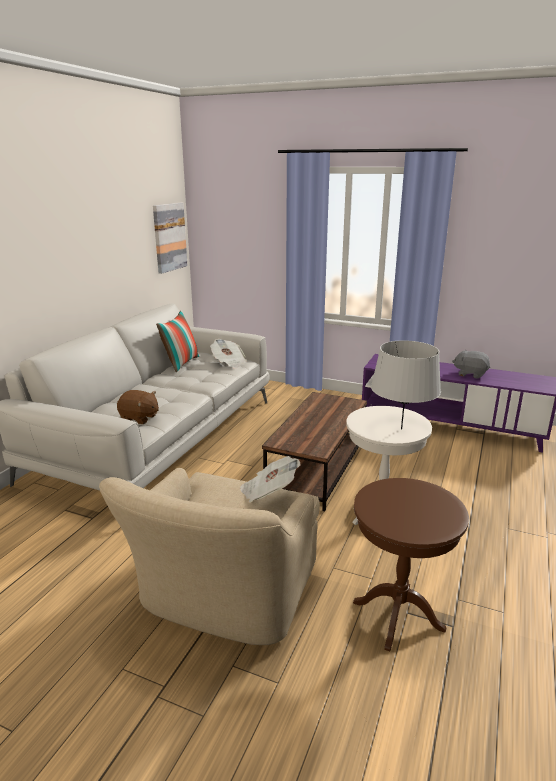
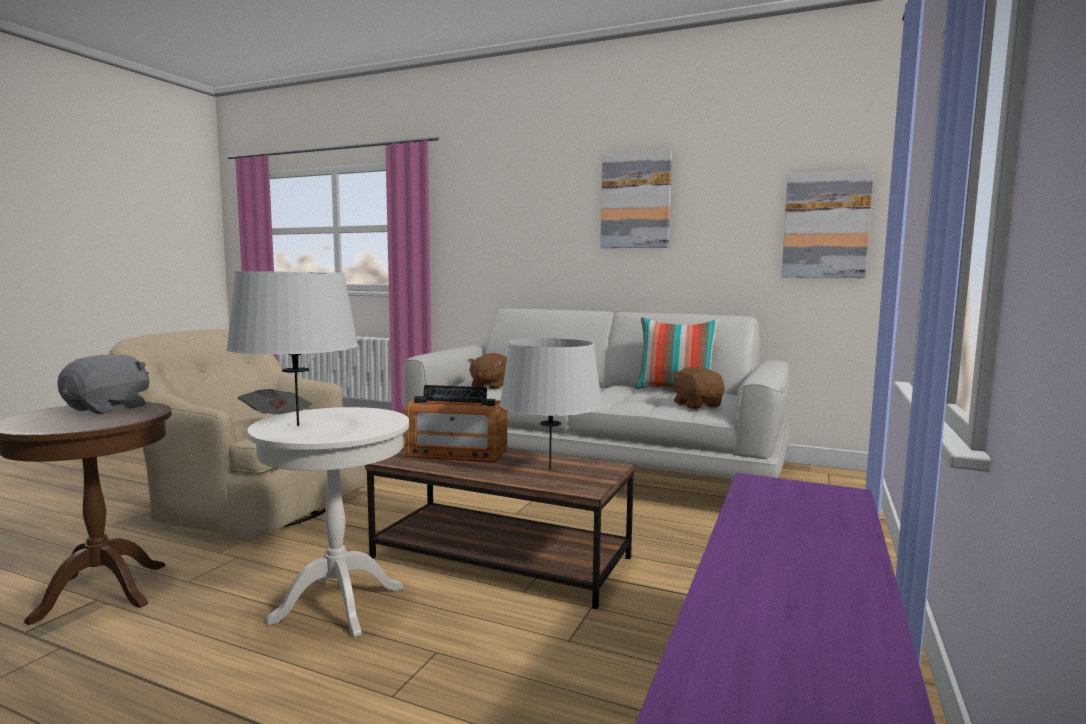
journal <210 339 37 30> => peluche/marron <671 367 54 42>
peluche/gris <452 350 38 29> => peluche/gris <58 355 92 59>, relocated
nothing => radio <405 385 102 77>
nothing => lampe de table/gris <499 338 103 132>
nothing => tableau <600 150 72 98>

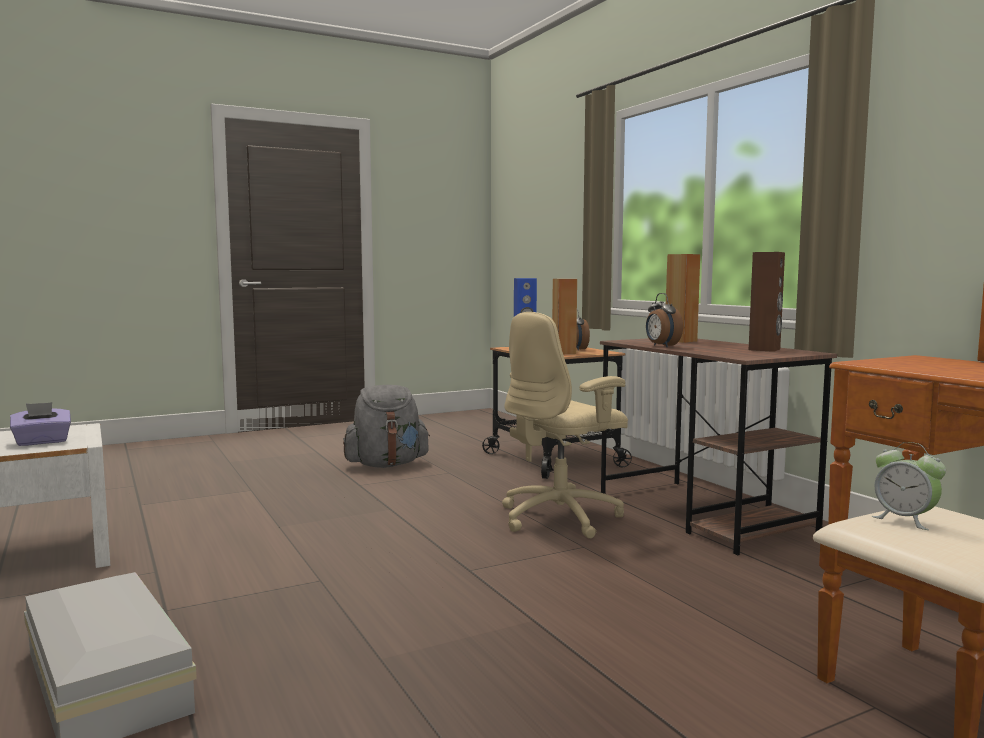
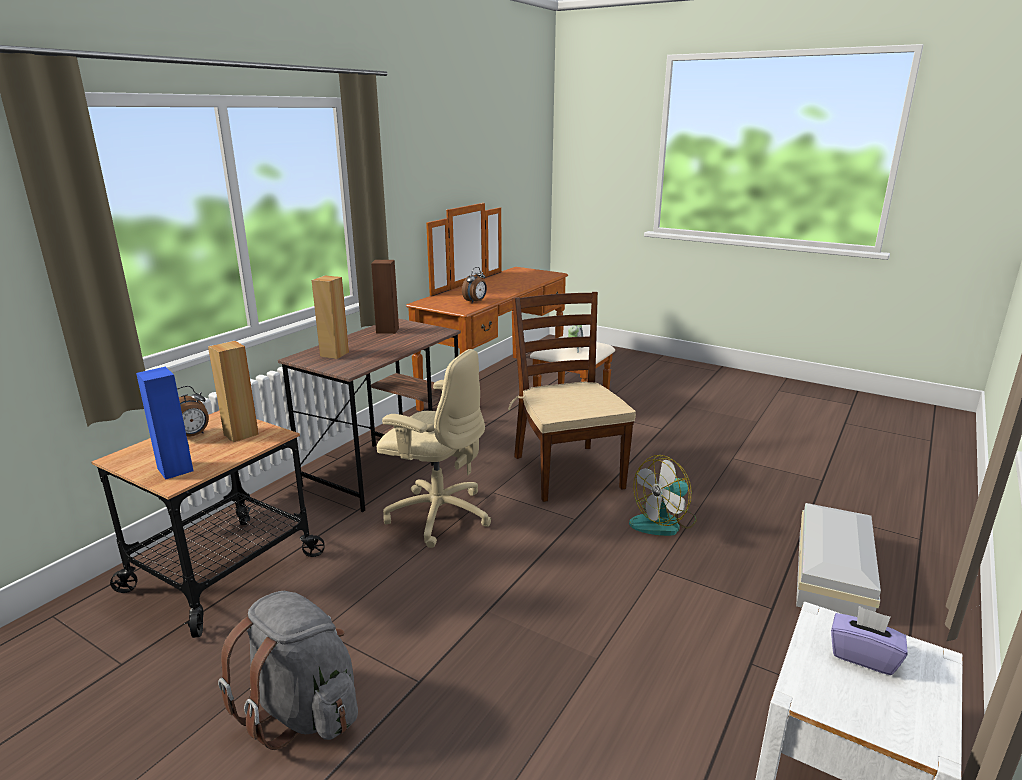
réveil <646 293 37 54> => réveil <462 267 25 36>, relocated
nothing => chaise/marron <508 292 128 210>
nothing => ventilateur <629 455 68 81>

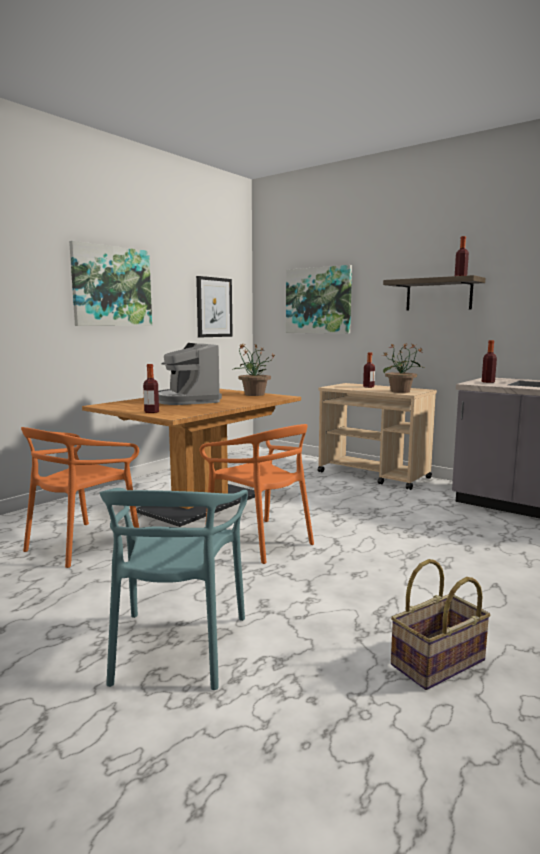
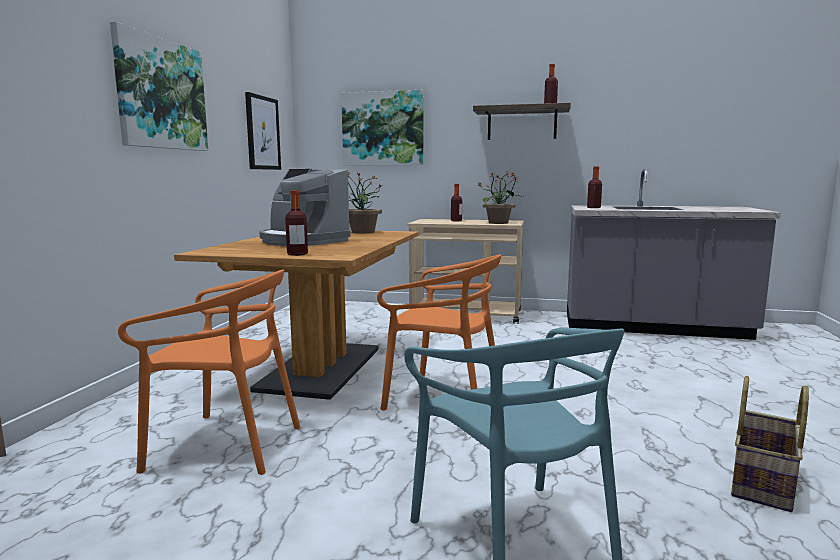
chaise/orange <21 427 118 141> => chaise/orange <118 269 182 206>, 90 degrees counterclockwise

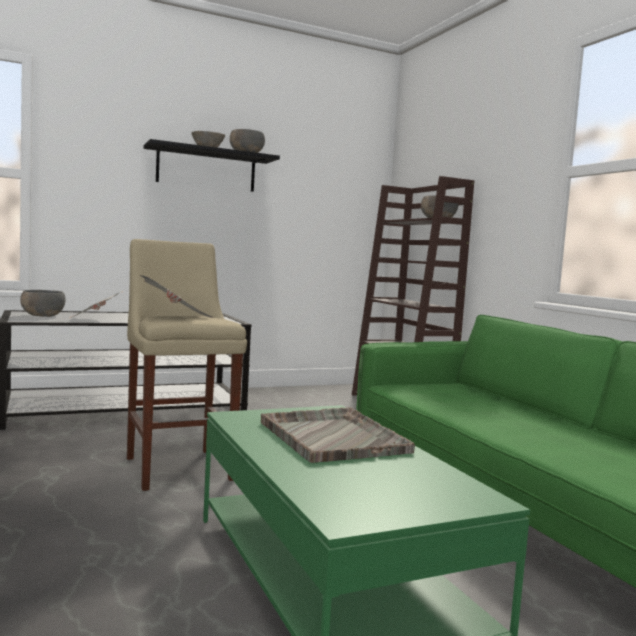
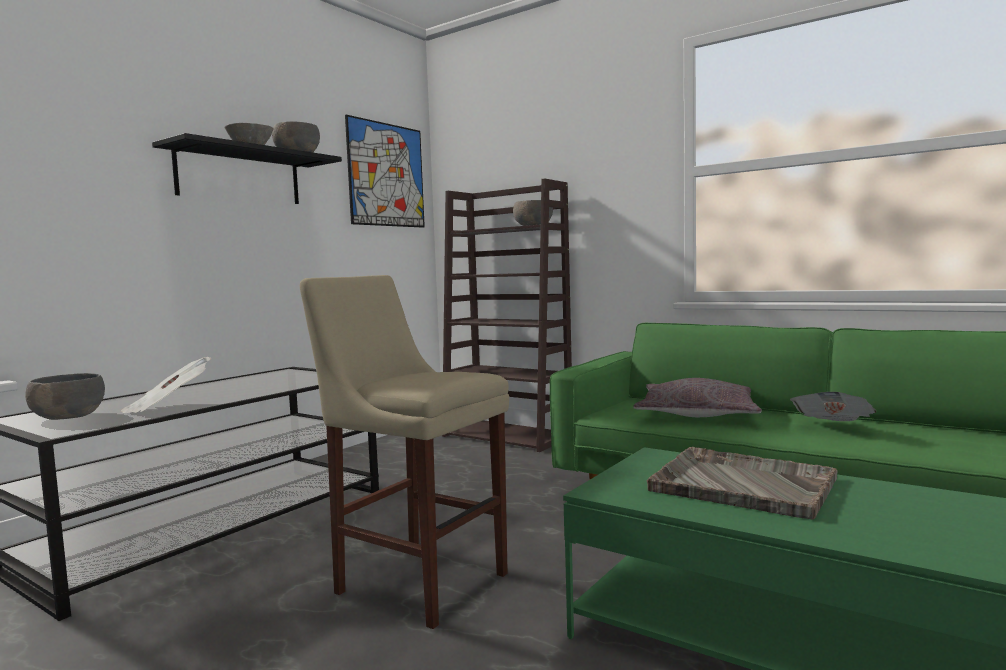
journal <140 275 74 43> => journal <790 392 87 29>, relocated
nothing => tableau <345 115 80 113>
nothing => coussin/gris <633 378 129 39>

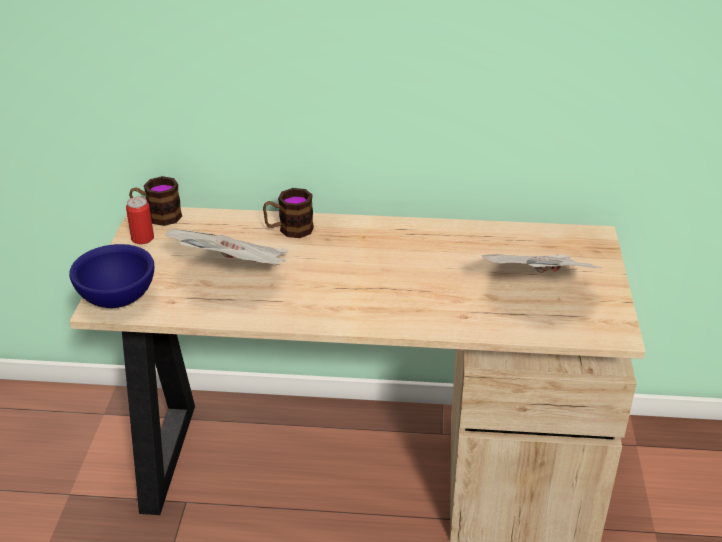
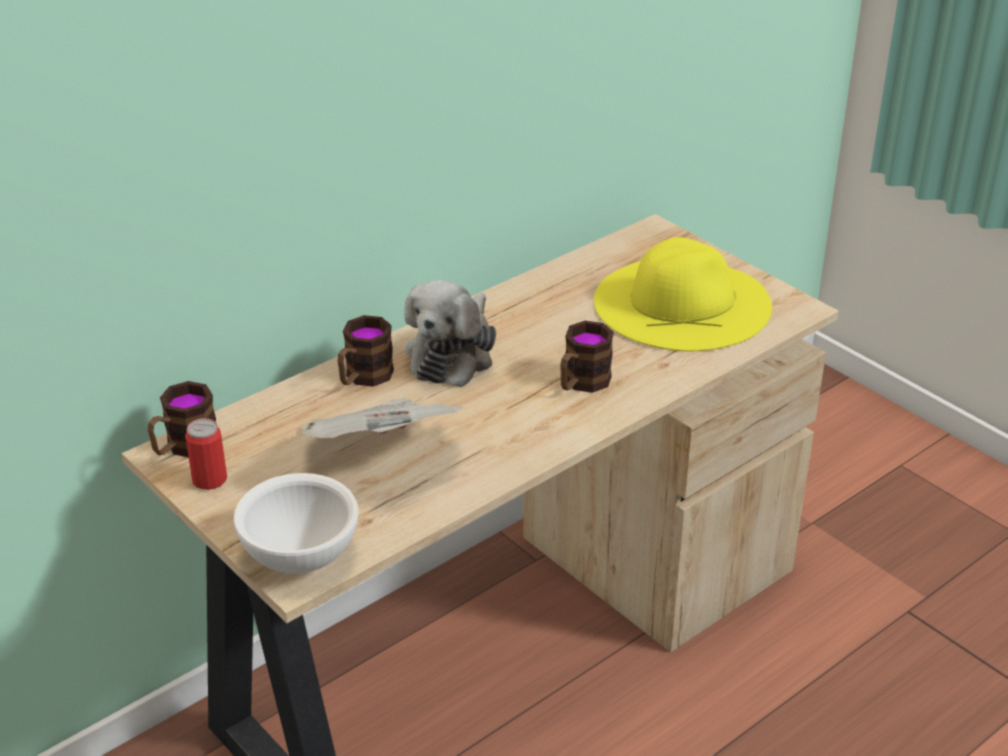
bol/bleu <69 244 85 64> => bol/blanc <233 473 125 101>
journal <482 254 119 19> => chapeau/jaune <594 237 178 114>
nothing => peluche <404 280 92 107>
nothing => mug <560 321 54 72>

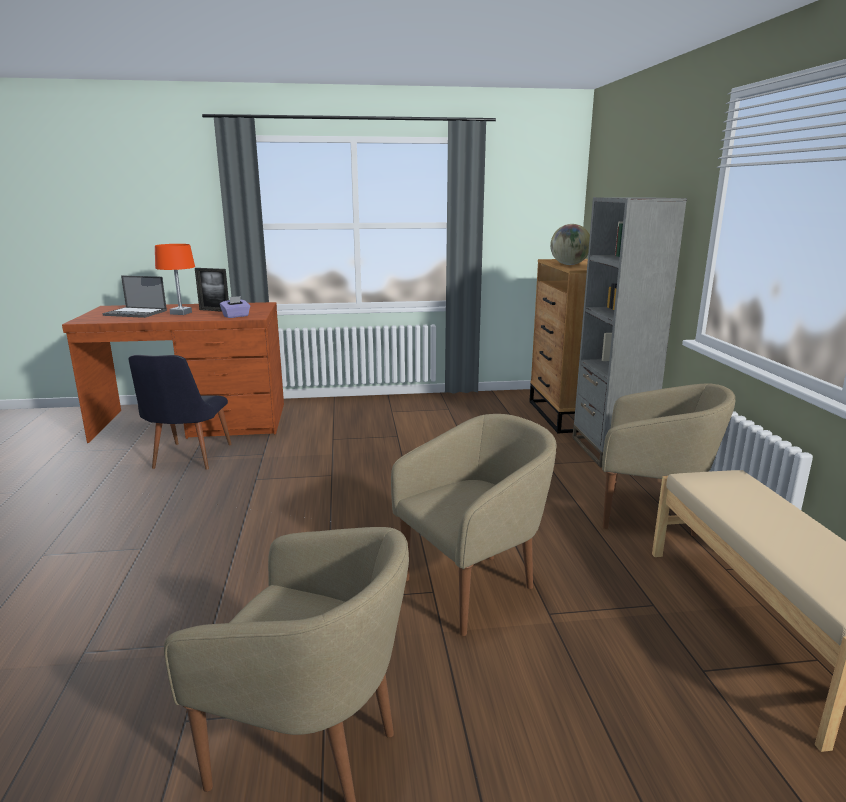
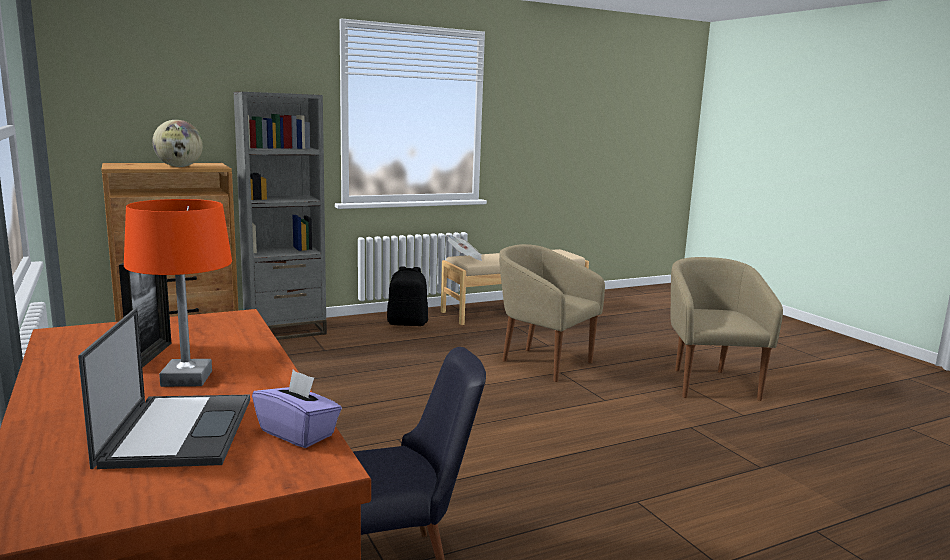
boîte à mouchoirs/violet <220 296 30 22> => boîte à mouchoirs/violet <252 370 90 78>, relocated
fauteuil/beige <602 384 133 153> => sac à dos/noir <387 266 41 60>
nothing => journal <447 235 35 26>

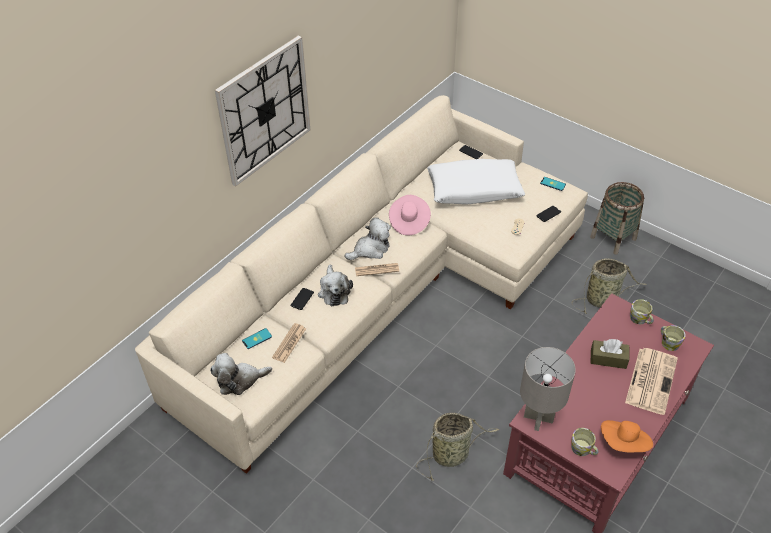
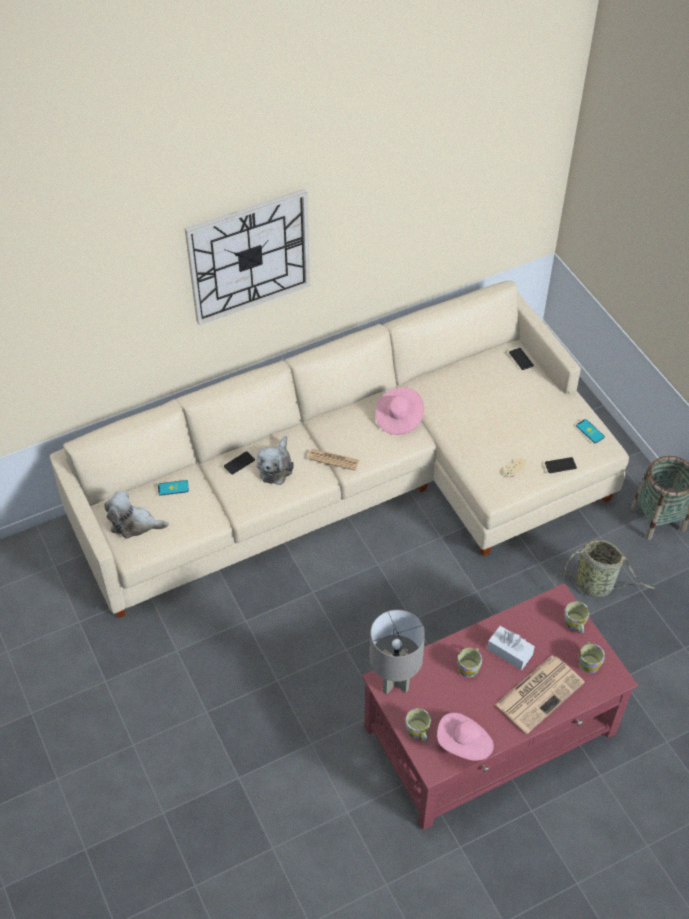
journal <272 323 34 40> => nothing
peluche <344 217 47 43> => nothing
panier <416 413 83 68> => nothing
coussin/blanc <427 159 98 46> => nothing
boîte à mouchoirs/marron <590 339 39 30> => boîte à mouchoirs/blanc <487 626 48 44>
chapeau/orange <601 420 52 32> => chapeau/rose <437 713 57 48>
nothing => mug <457 648 25 30>

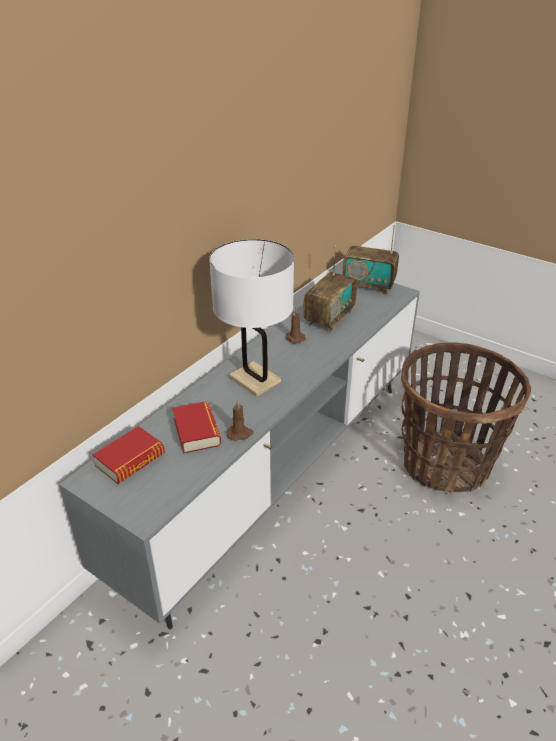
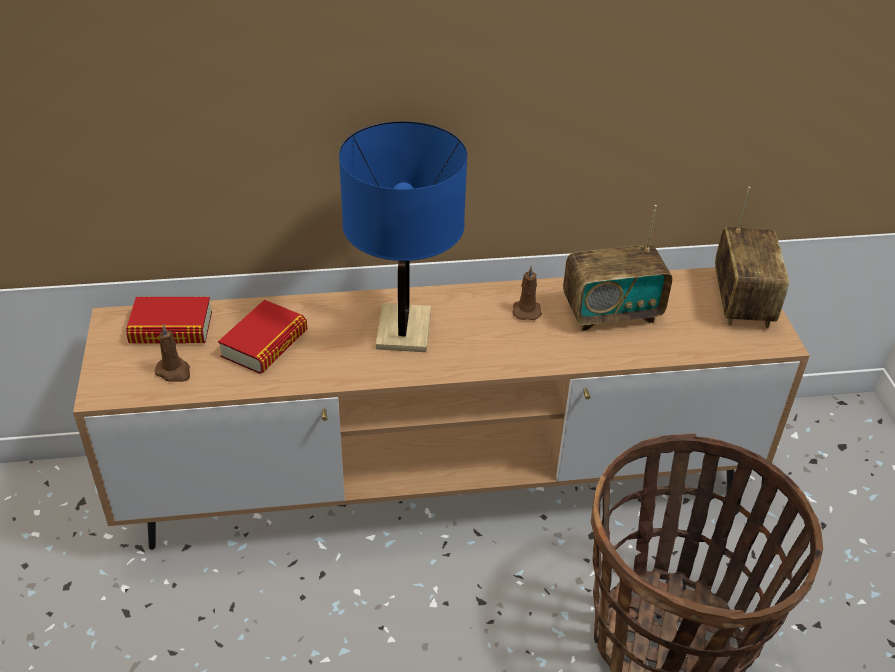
meuble télé/gris <59 283 361 346> => meuble télé/marron <73 267 737 283>
lampe de table/blanc <209 239 85 158> => lampe de table/bleu <339 121 128 231>
bougie/marron <226 400 28 41> => bougie/marron <154 324 36 58>, relocated
radio <342 225 57 70> => radio <715 187 74 141>, 150 degrees counterclockwise

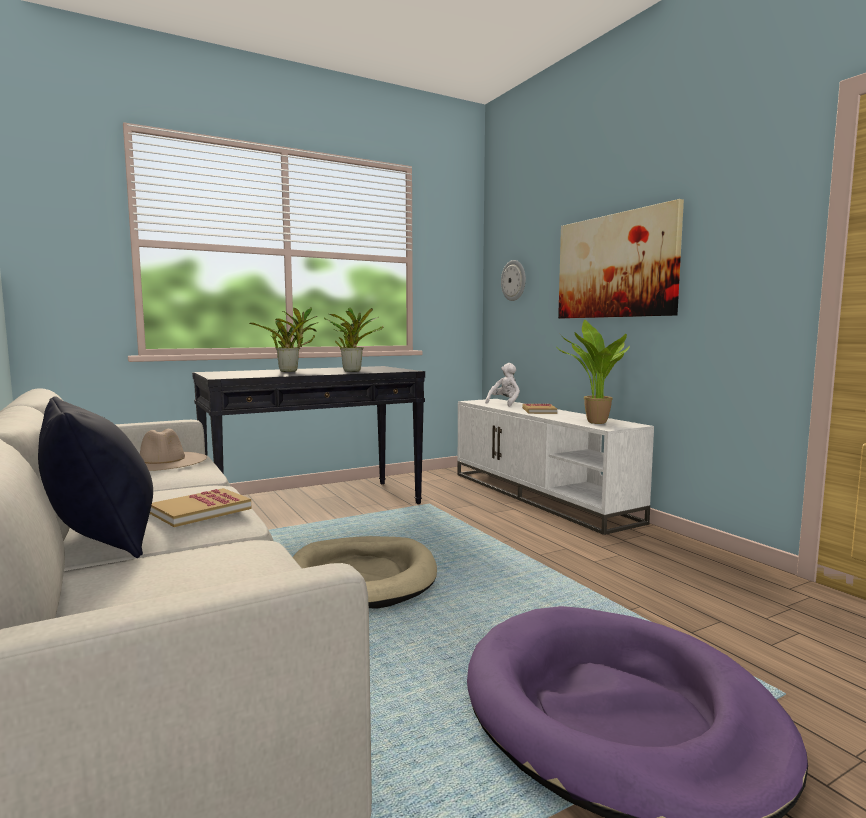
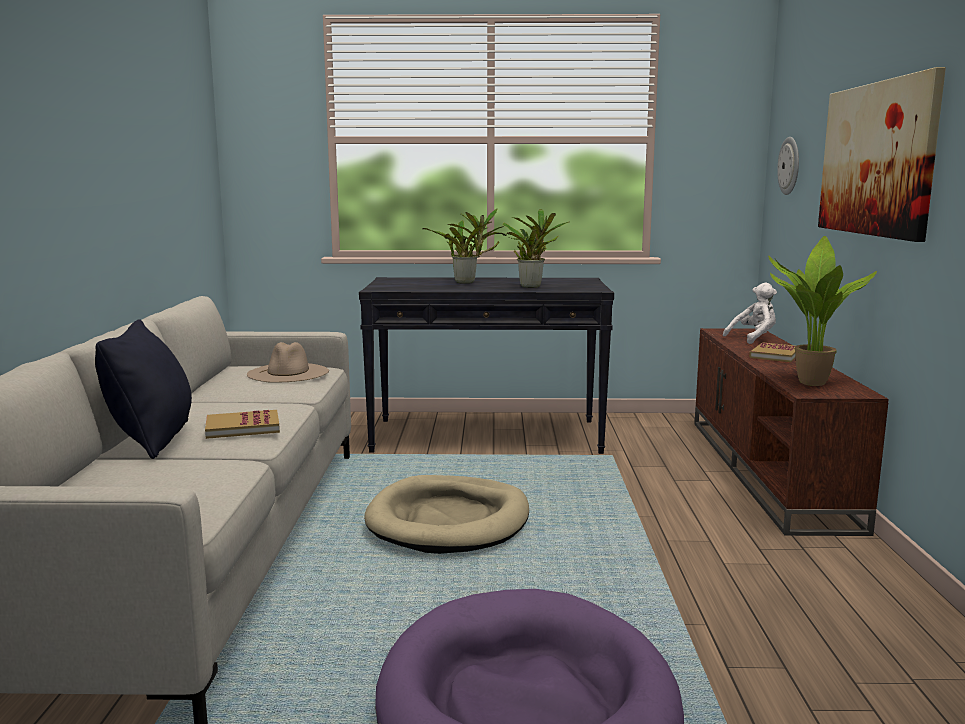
meuble télé/blanc <457 399 197 136> => meuble télé/marron <694 328 195 208>

